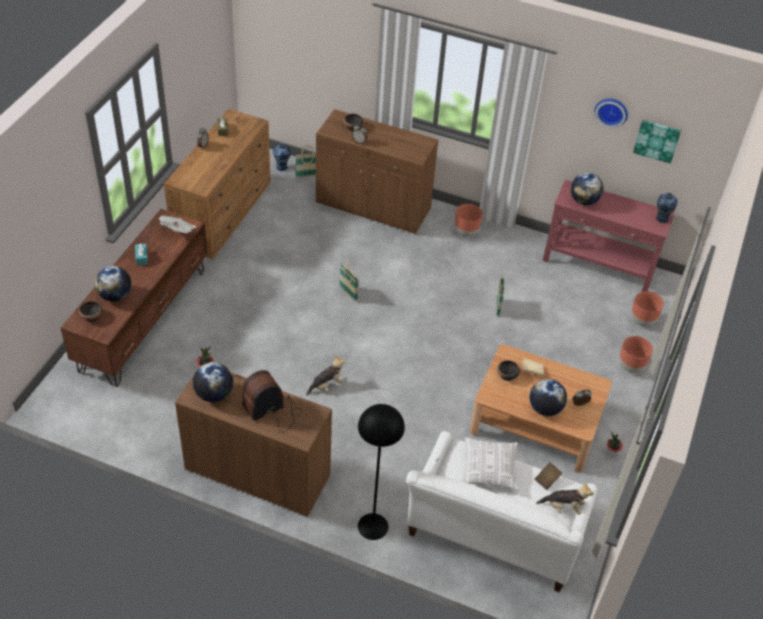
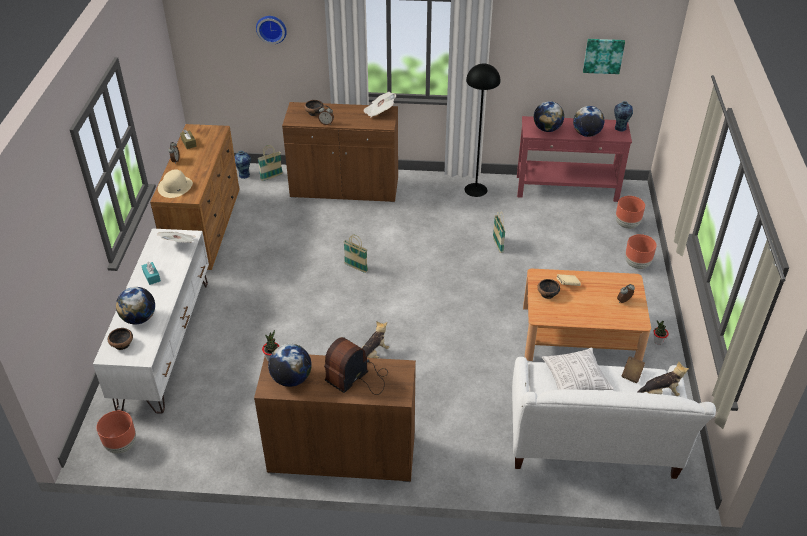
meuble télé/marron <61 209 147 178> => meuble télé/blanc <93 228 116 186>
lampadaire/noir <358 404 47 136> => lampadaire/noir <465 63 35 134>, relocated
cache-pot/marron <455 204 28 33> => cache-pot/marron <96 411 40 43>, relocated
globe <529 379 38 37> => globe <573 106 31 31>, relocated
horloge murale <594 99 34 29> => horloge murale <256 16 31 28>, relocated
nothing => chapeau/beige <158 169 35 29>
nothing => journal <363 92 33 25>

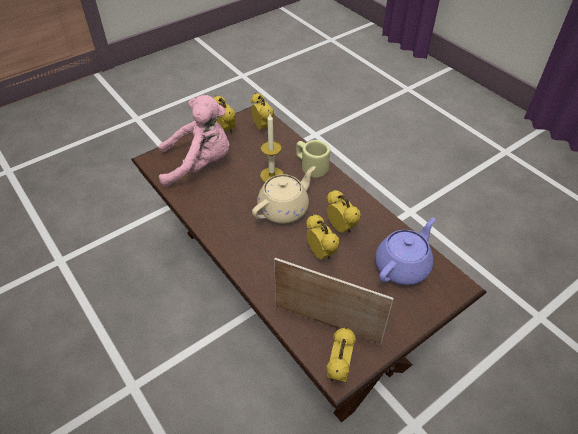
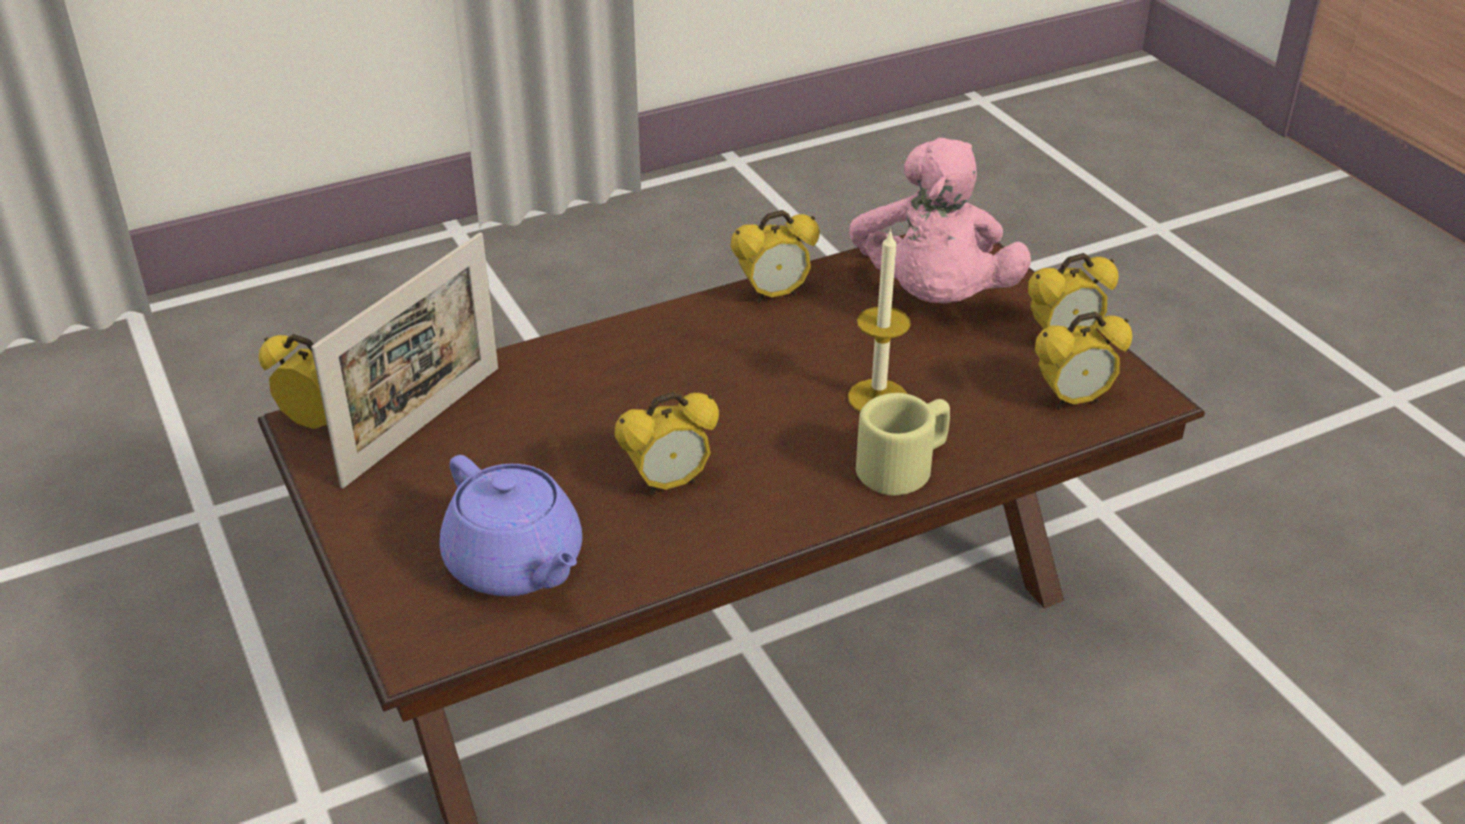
théière/beige <252 166 64 58> => nothing
réveil <306 214 34 45> => réveil <731 210 89 93>, relocated

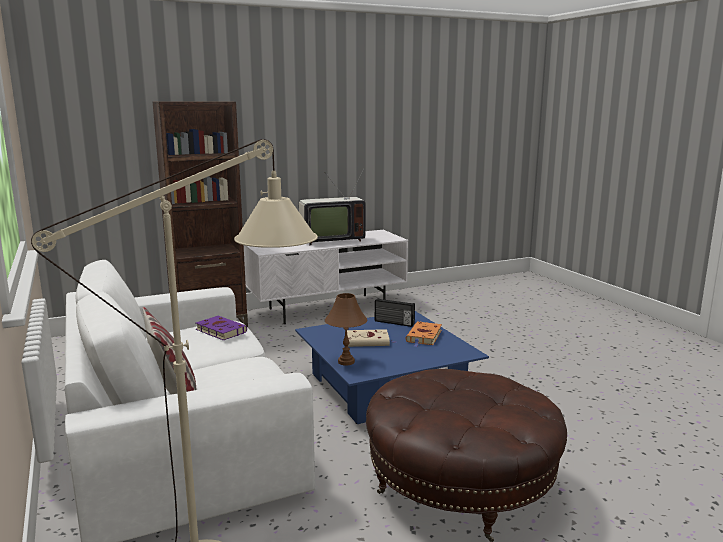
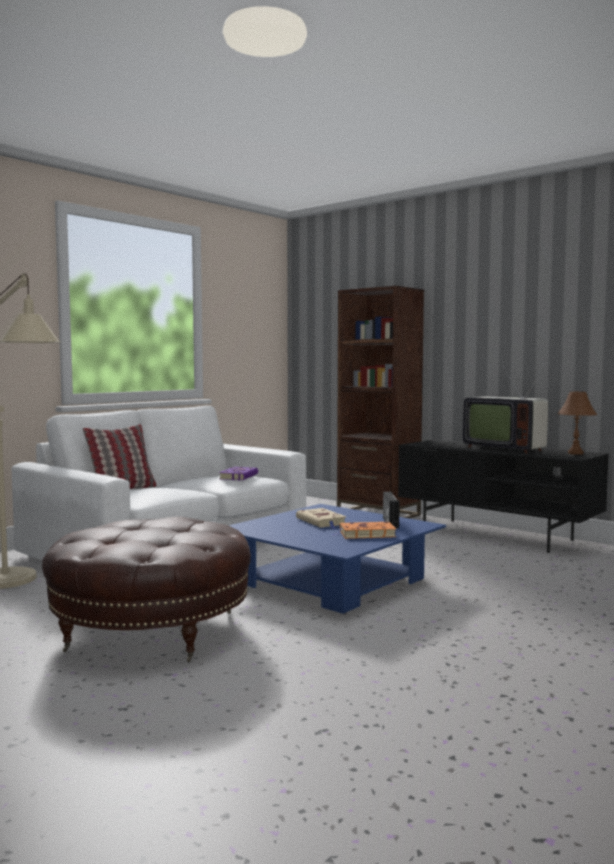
meuble télé/blanc <244 230 164 94> => meuble télé/noir <398 439 211 114>
lampe de table/marron <325 293 42 73> => lampe de table/marron <557 391 40 64>, relocated

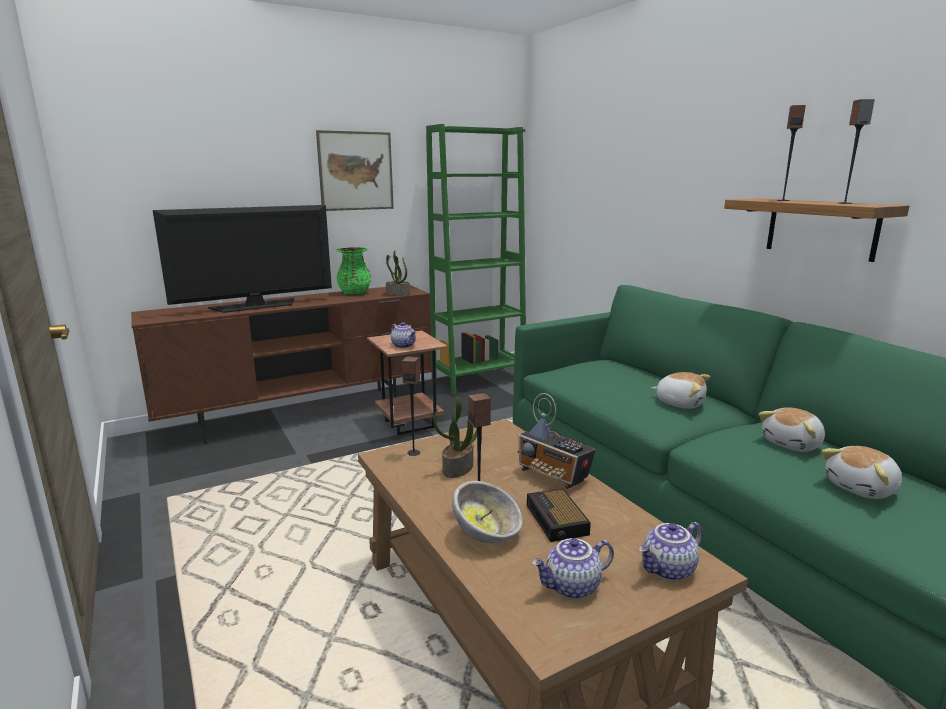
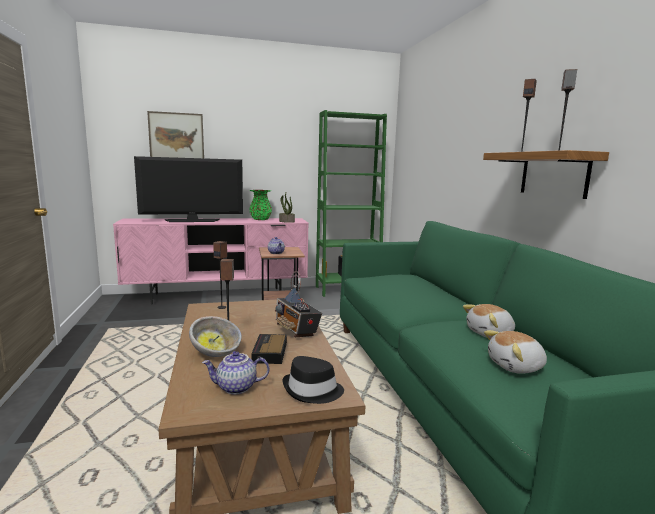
meuble télé/marron <131 285 301 159> => meuble télé/rose <113 218 196 86>
tableau <316 130 78 81> => tableau <147 111 57 47>, relocated
plante en pot <433 396 44 82> => nothing
théière <639 522 64 59> => chapeau/noir <282 356 62 48>
peluche <651 372 59 37> => nothing

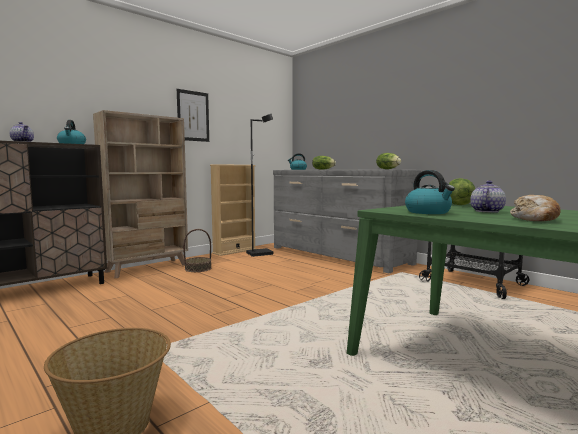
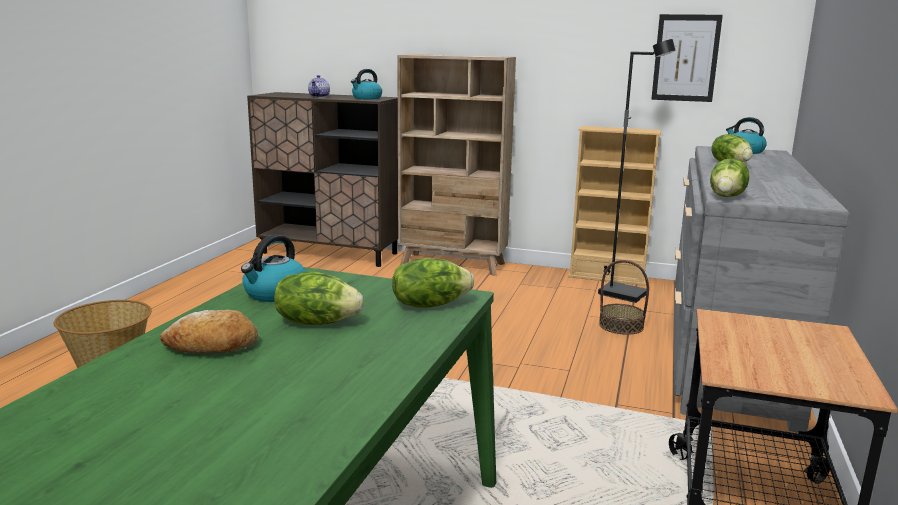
tableau <177 89 32 53> => tableau <651 14 72 88>, relocated
panier <183 229 28 43> => panier <599 260 50 75>, relocated
théière <470 181 36 32> => laitue <274 272 90 53>

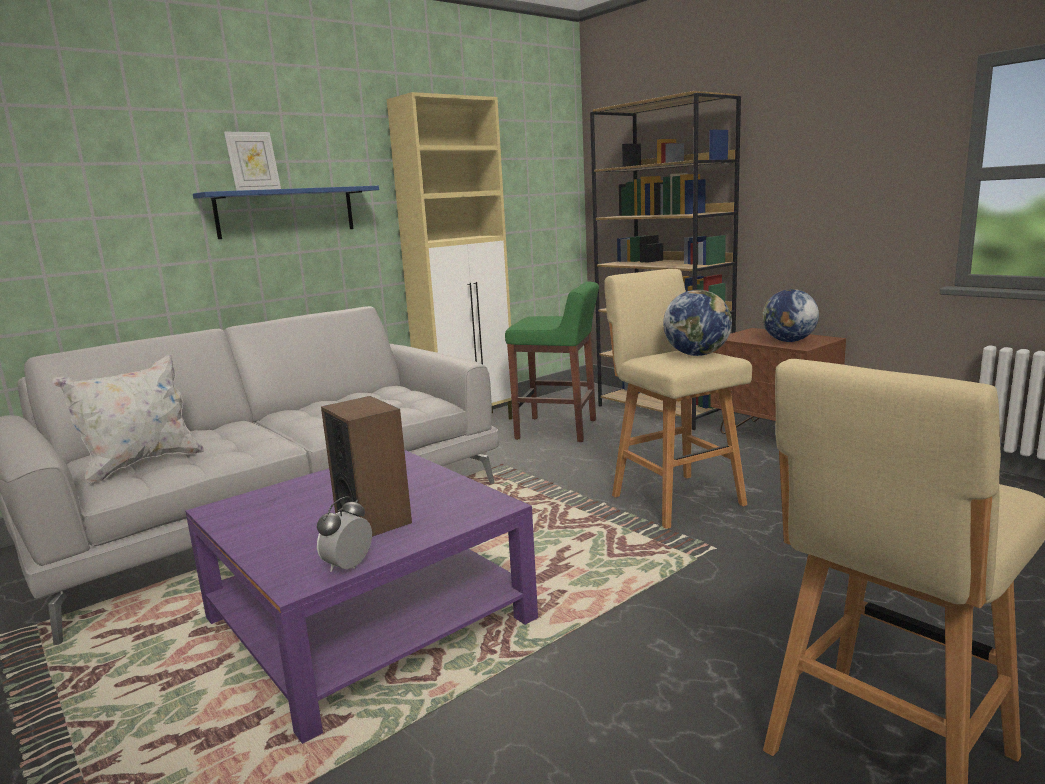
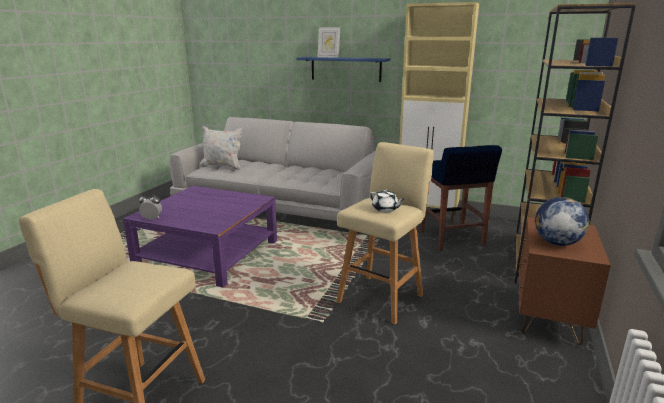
enceinte <321 396 91 141> => nothing
tabouret/vert <505 282 94 160> => tabouret/bleu <420 145 82 105>
globe <663 290 69 66> => théière/blanc <369 190 36 22>

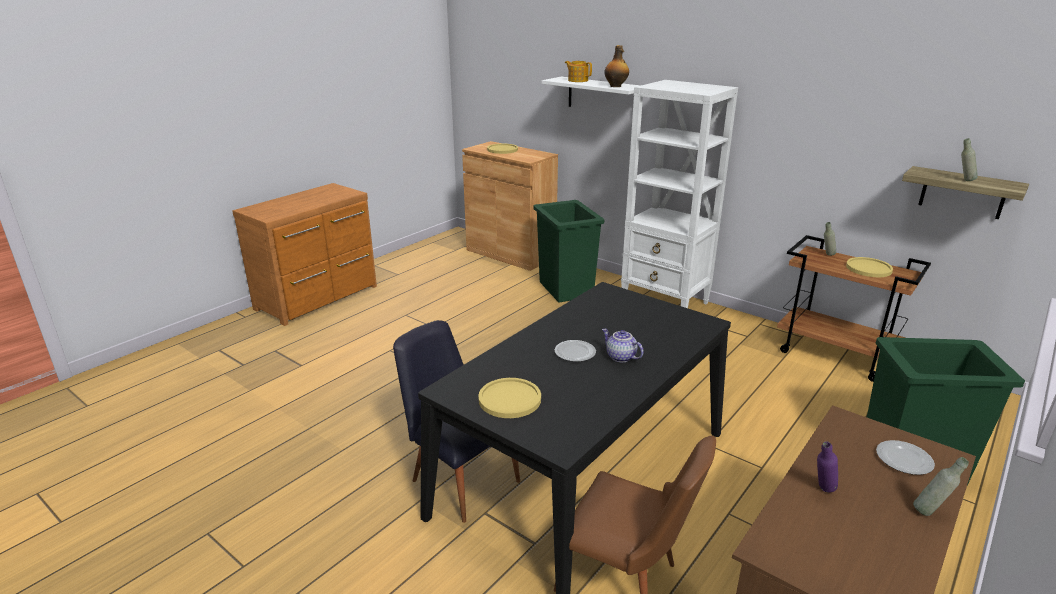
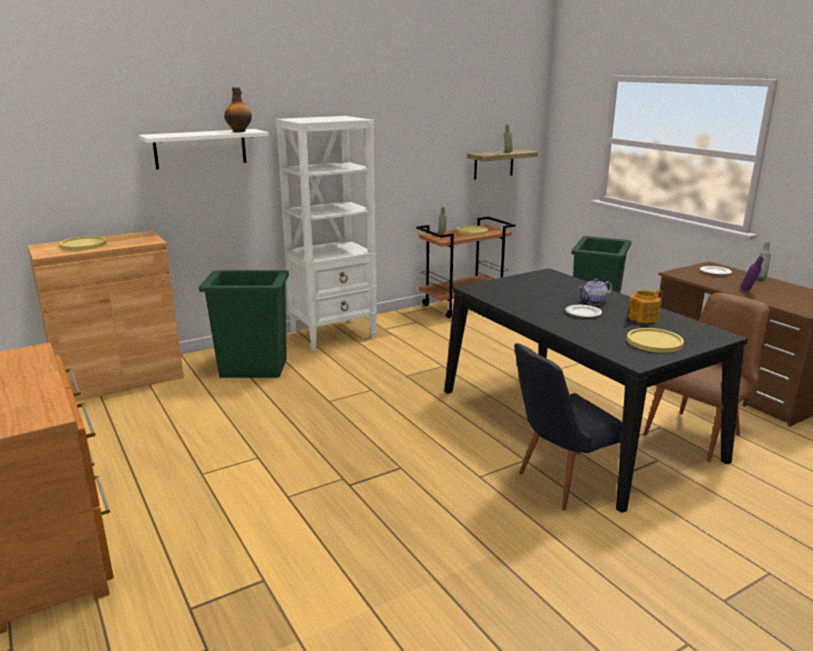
théière <565 61 27 21> => théière <629 290 34 33>, relocated

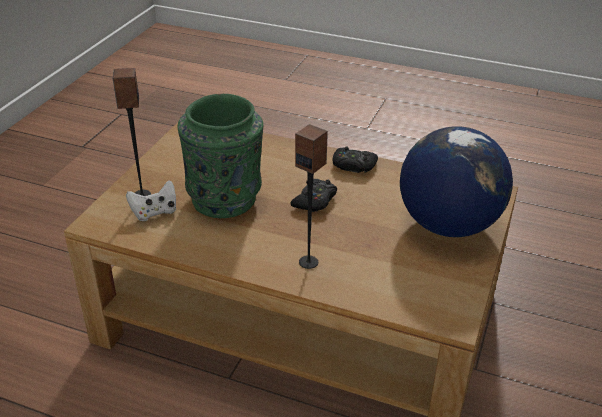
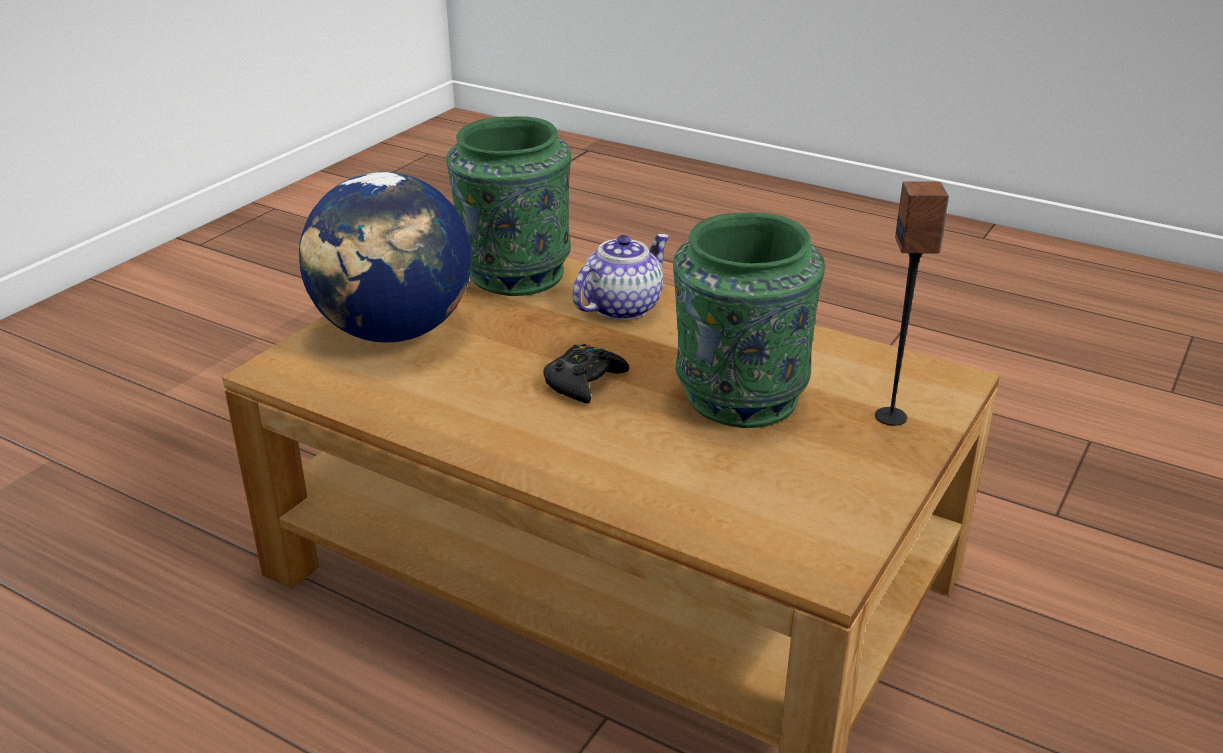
manette/blanc <126 180 50 41> => nothing
enceinte <295 124 33 145> => théière <573 234 96 87>
manette/noir <332 147 46 26> => nothing
nothing => vase/vert <446 116 125 180>

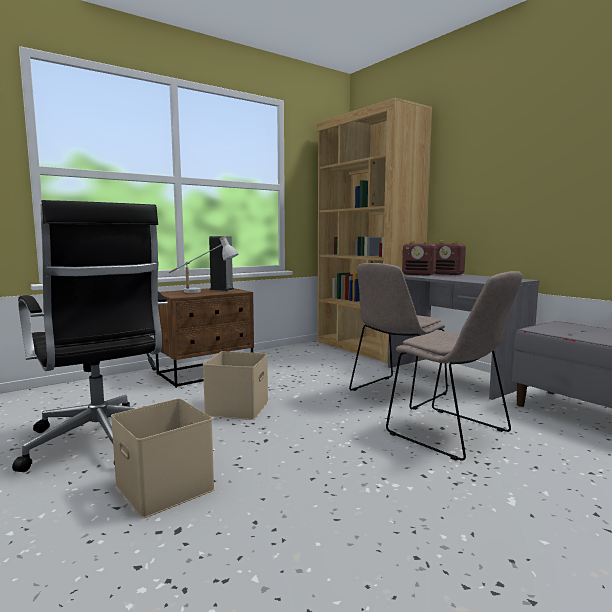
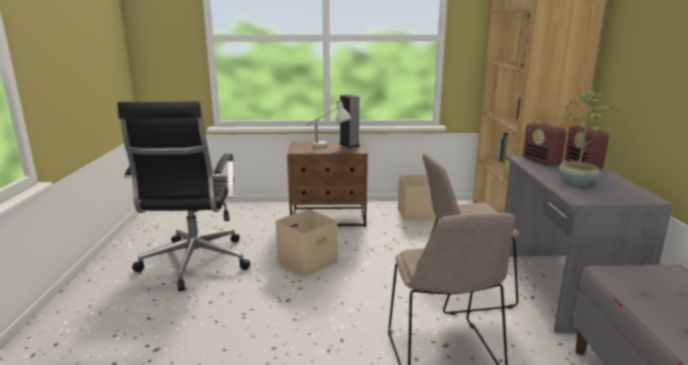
boîte de rangement/beige <111 398 104 120> => boîte de rangement/beige <398 174 39 48>, relocated
nothing => plante en pot <559 90 59 96>

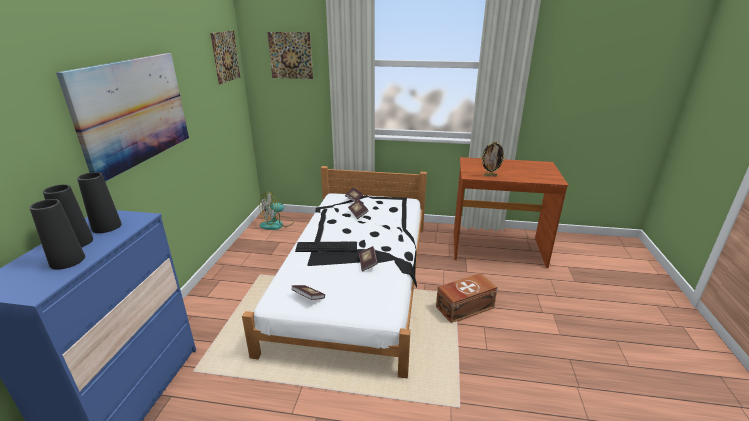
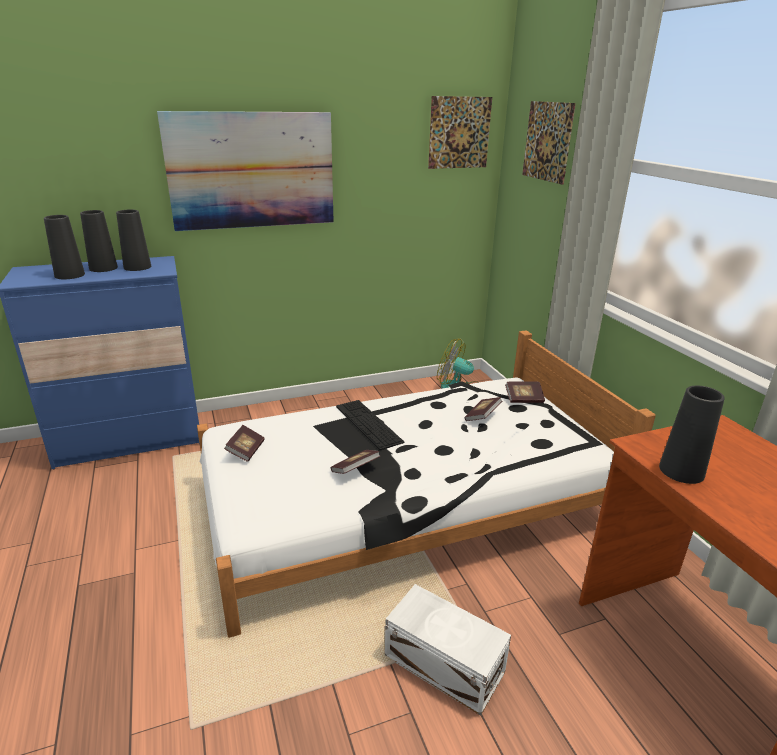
boîte de rangement/marron <436 273 61 50> => boîte de rangement/blanc <385 584 126 132>
cadre photo <481 141 24 35> => vase/noir <659 386 66 98>

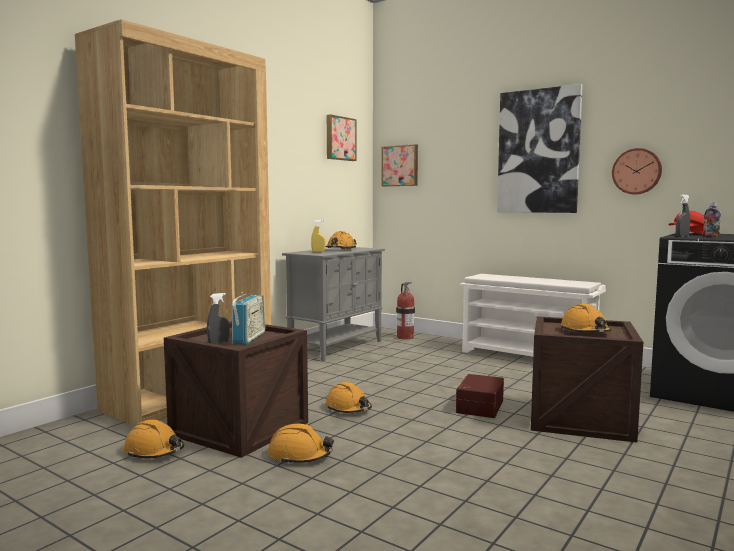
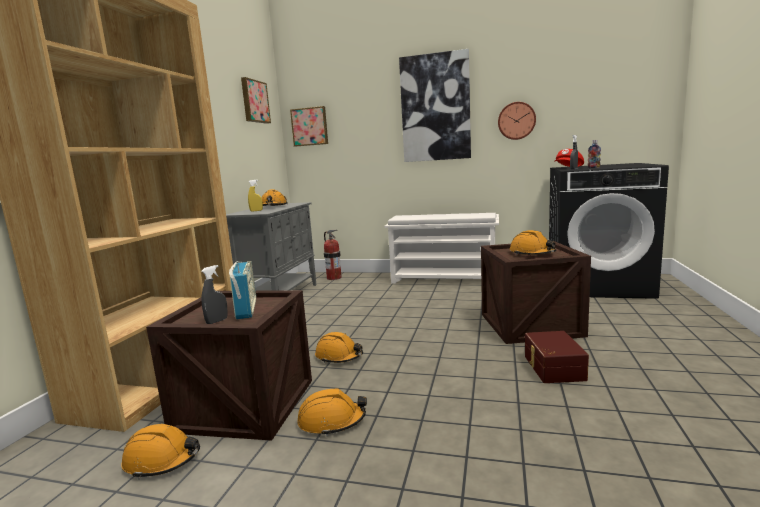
boîte de rangement/marron <456 374 48 44> => boîte de rangement/marron <525 331 64 52>, relocated

